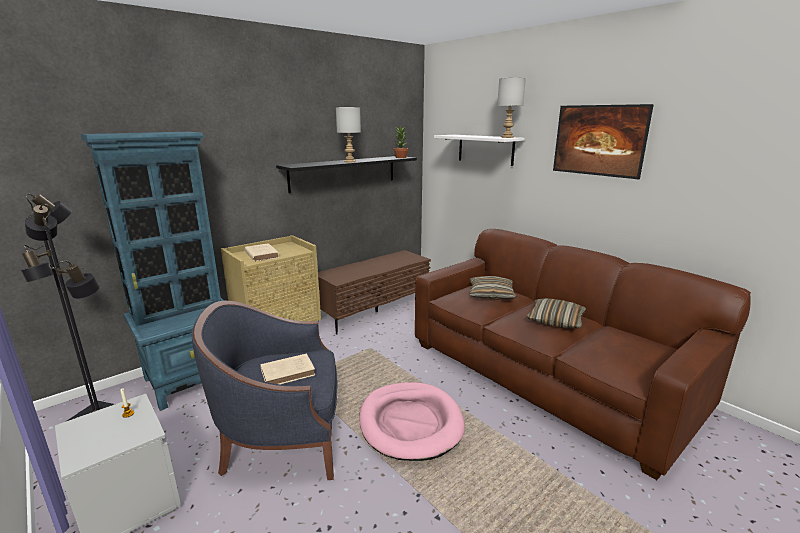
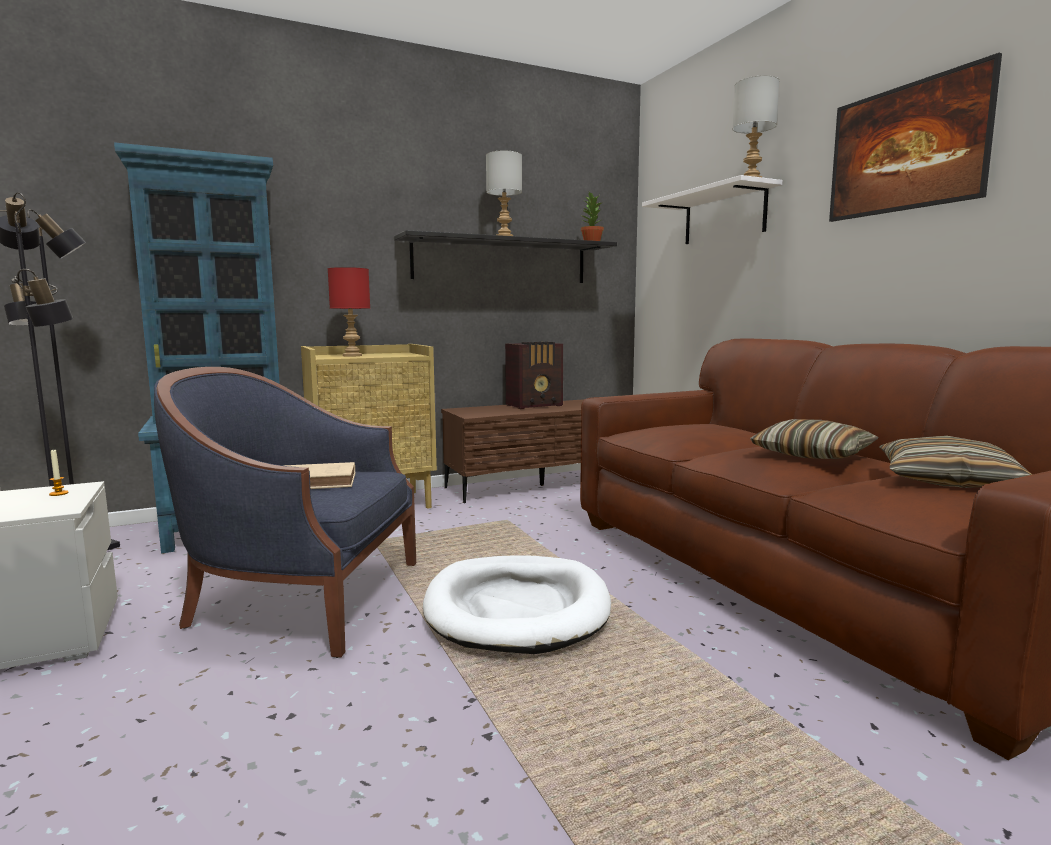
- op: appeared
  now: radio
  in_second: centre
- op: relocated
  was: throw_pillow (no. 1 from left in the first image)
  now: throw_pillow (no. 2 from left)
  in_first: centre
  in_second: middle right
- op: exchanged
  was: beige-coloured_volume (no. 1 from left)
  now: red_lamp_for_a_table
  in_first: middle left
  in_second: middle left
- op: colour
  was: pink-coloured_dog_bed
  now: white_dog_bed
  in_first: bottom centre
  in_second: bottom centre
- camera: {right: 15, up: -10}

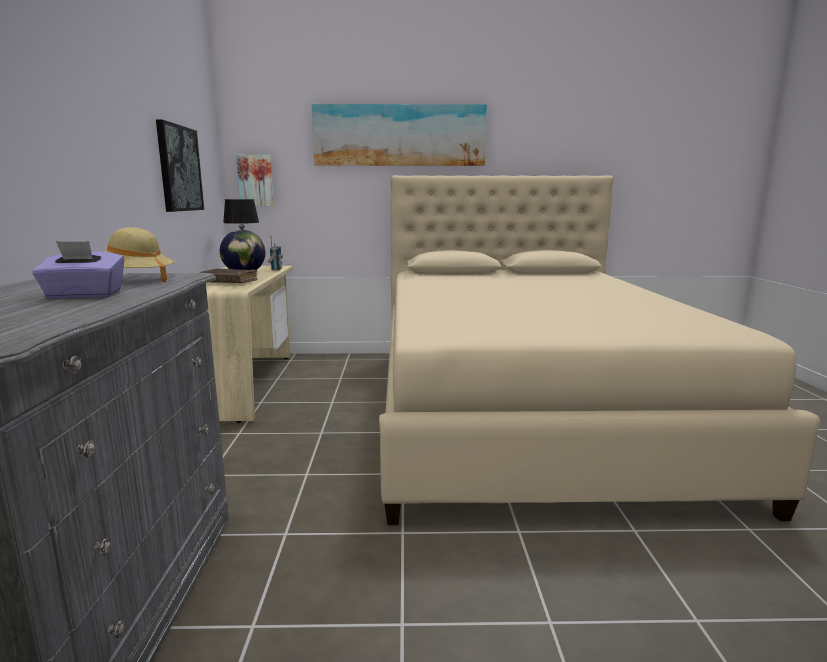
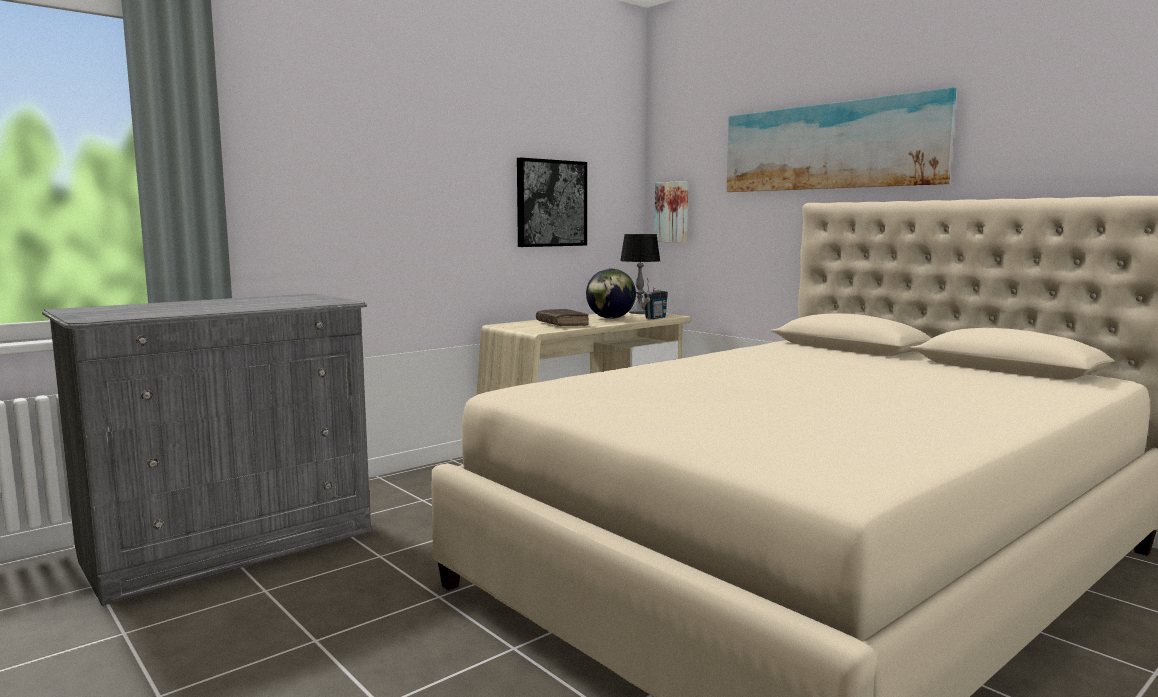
- op: missing
  was: purplish_box_of_tissues
  in_first: middle left
- op: missing
  was: beige-coloured_wearable_hat
  in_first: middle left
- camera: {right: 50, up: -5}

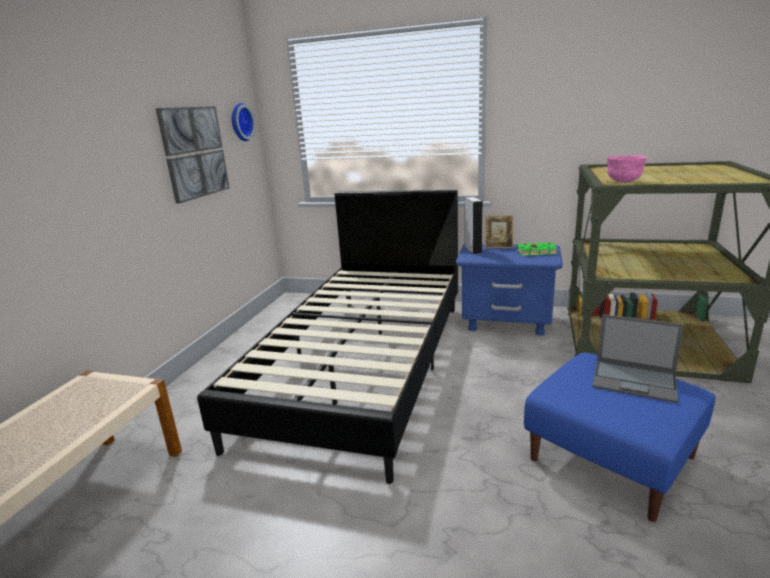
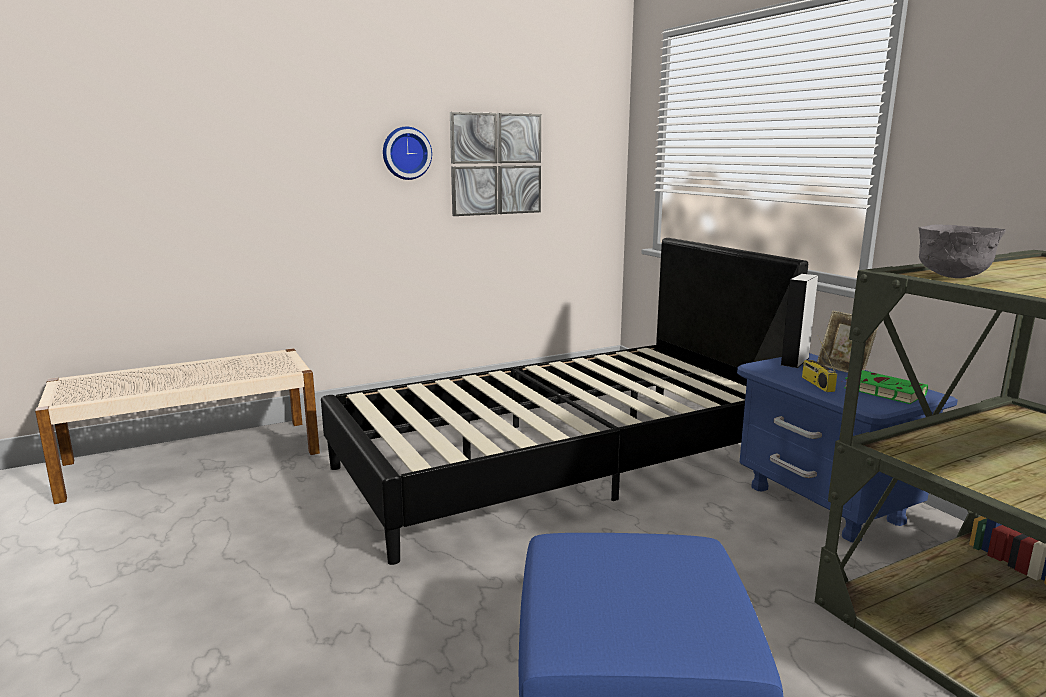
- op: missing
  was: notebook_computer
  in_first: middle right
- op: appeared
  now: radio
  in_second: middle right
- op: relocated
  was: wall_clock
  in_first: top left
  in_second: top centre
- op: colour
  was: pink-coloured_deep_dish
  now: greyish_deep_dish
  in_first: top right
  in_second: middle right
- camera: {right: 45, up: -5}

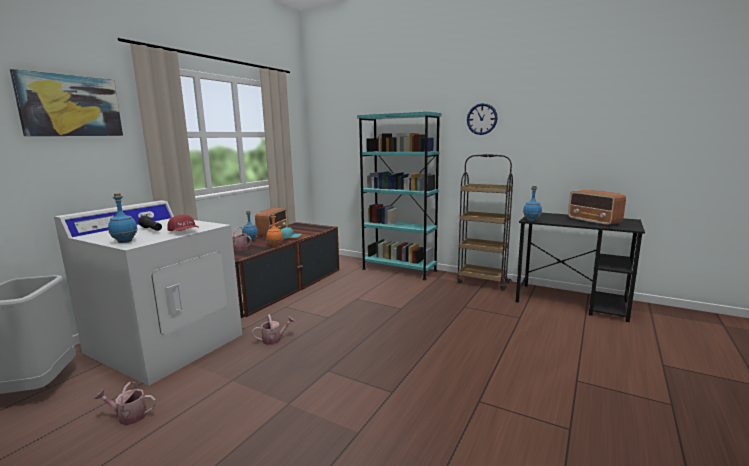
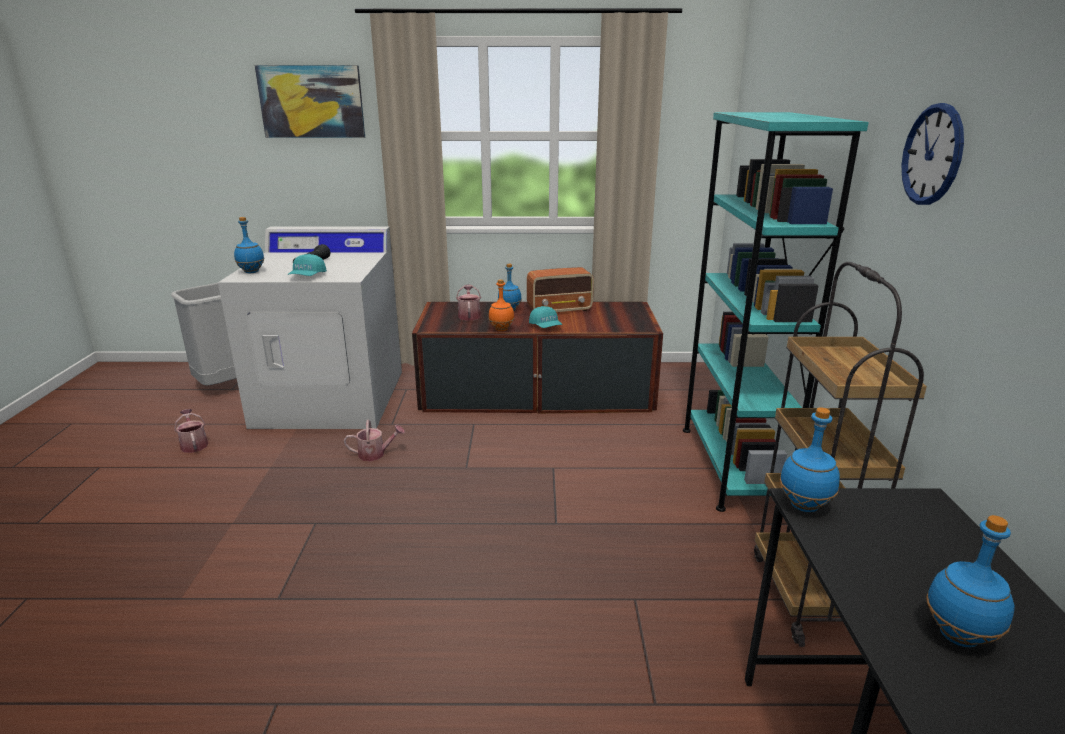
- op: exchanged
  was: radio (no. 2 from left)
  now: blue_bottle (no. 4 from left)
  in_first: middle right
  in_second: bottom right
- op: colour
  was: red_peaked_cap
  now: blue-green_peaked_cap (no. 1 from left)
  in_first: middle left
  in_second: middle left
- op: spun
  was: watering_pot (no. 3 from left in the first image)
  in_first: bottom centre
  in_second: centre
  clockwise: -45
- camera: {right: 60, up: 10}

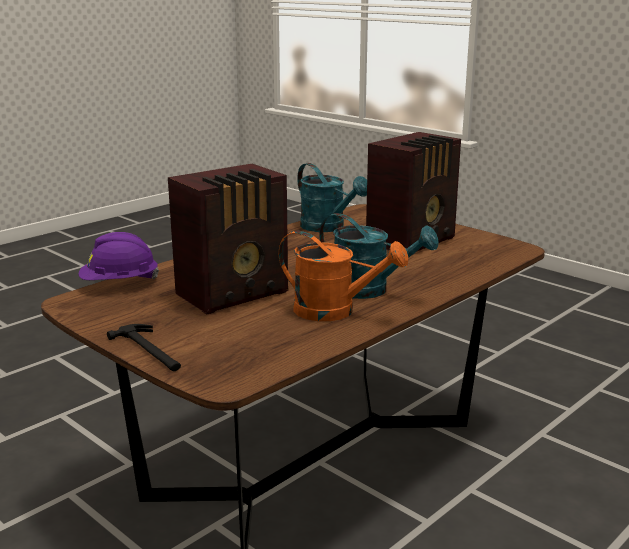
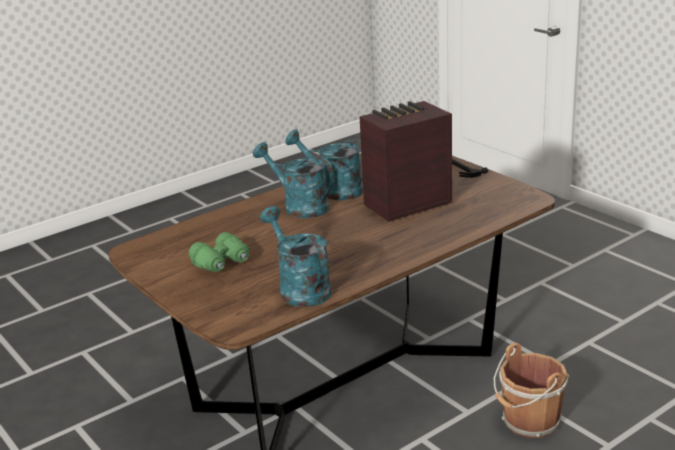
- op: missing
  was: purplish_work_helmet
  in_first: middle left
- op: appeared
  now: brown_water_bucket
  in_second: bottom right
- op: exchanged
  was: radio (no. 2 from left)
  now: greenish_binoculars
  in_first: centre
  in_second: middle left
- op: colour
  was: orange-coloured_watering_pot
  now: blue-green_watering_pot (no. 3 from left)
  in_first: centre
  in_second: centre
- camera: {right: -170, up: 5}

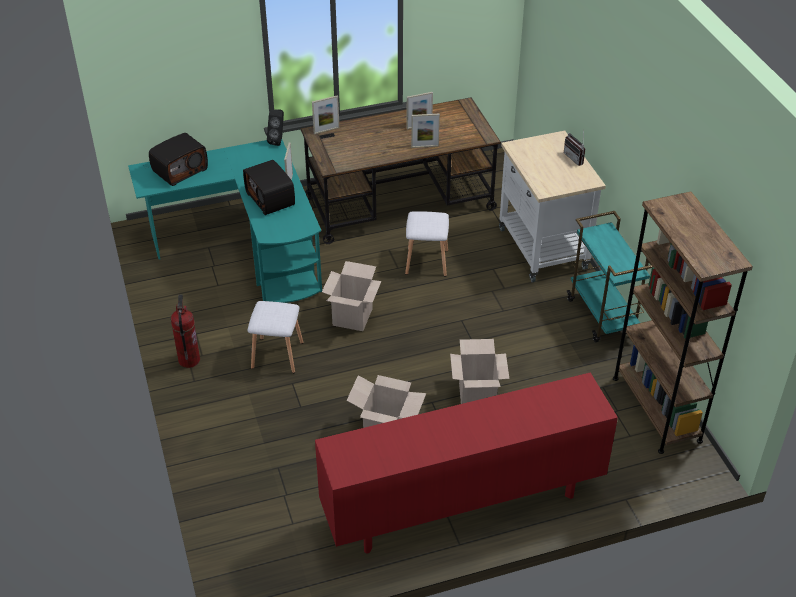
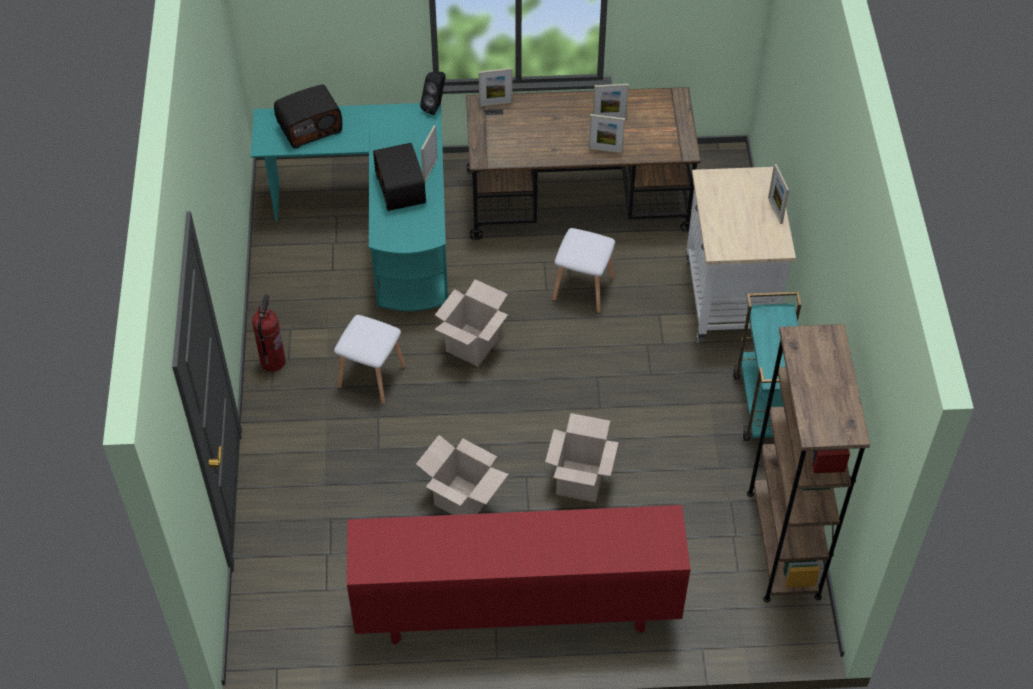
- op: exchanged
  was: radio (no. 3 from left)
  now: photo_frame (no. 5 from left)
  in_first: top right
  in_second: top right
- camera: {right: 15, up: 10}

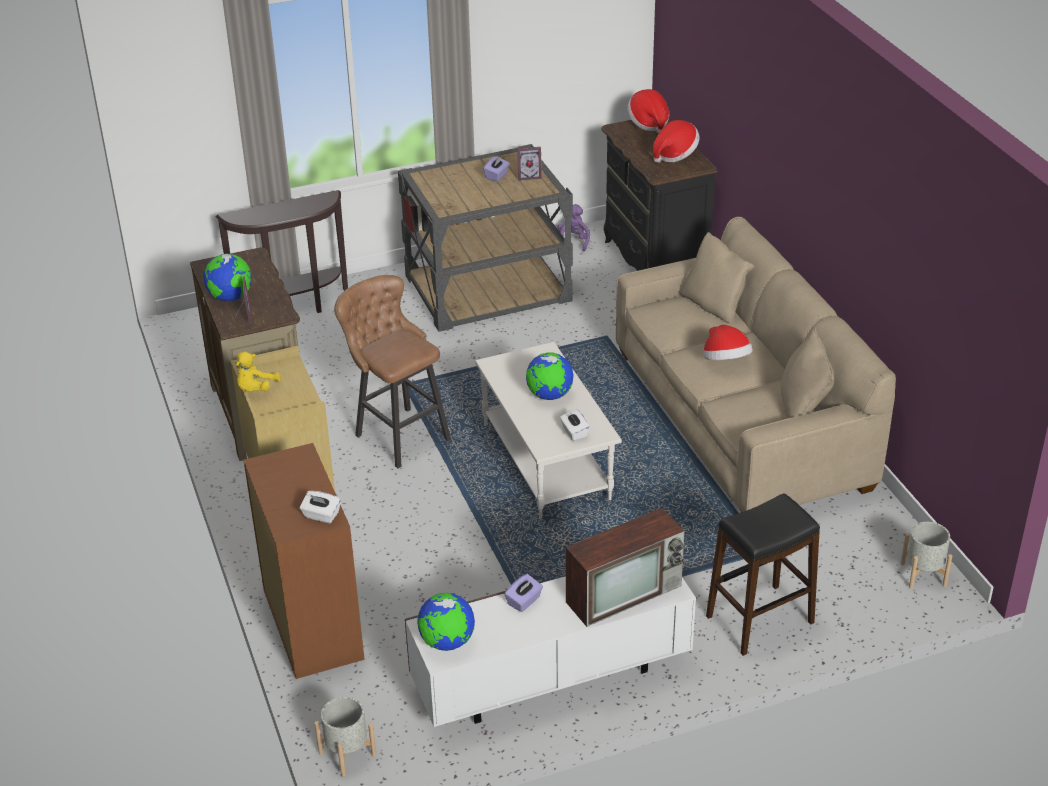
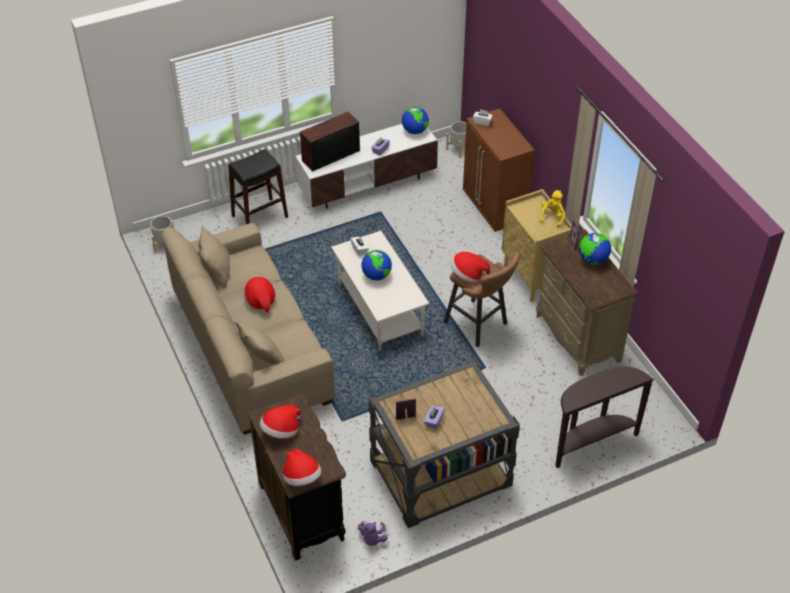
- op: appeared
  now: wearable_hat (no. 4 from left)
  in_second: centre
- camera: {right: 175, up: 10}

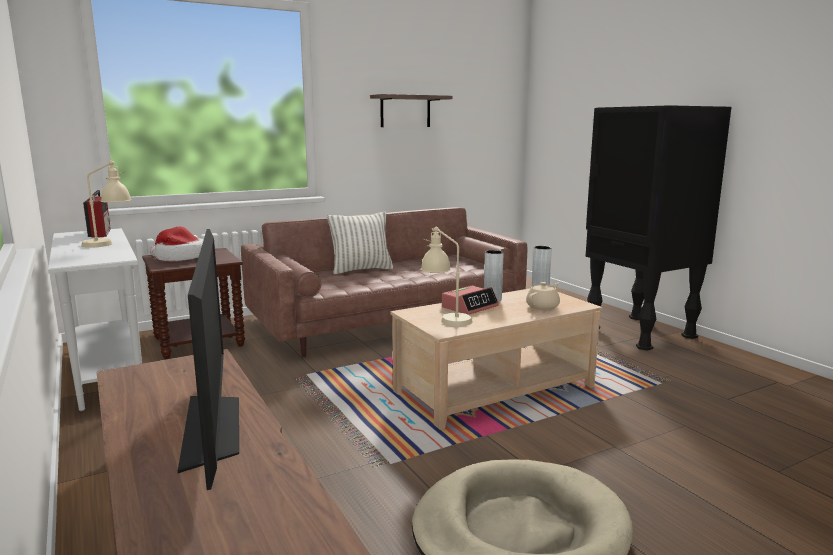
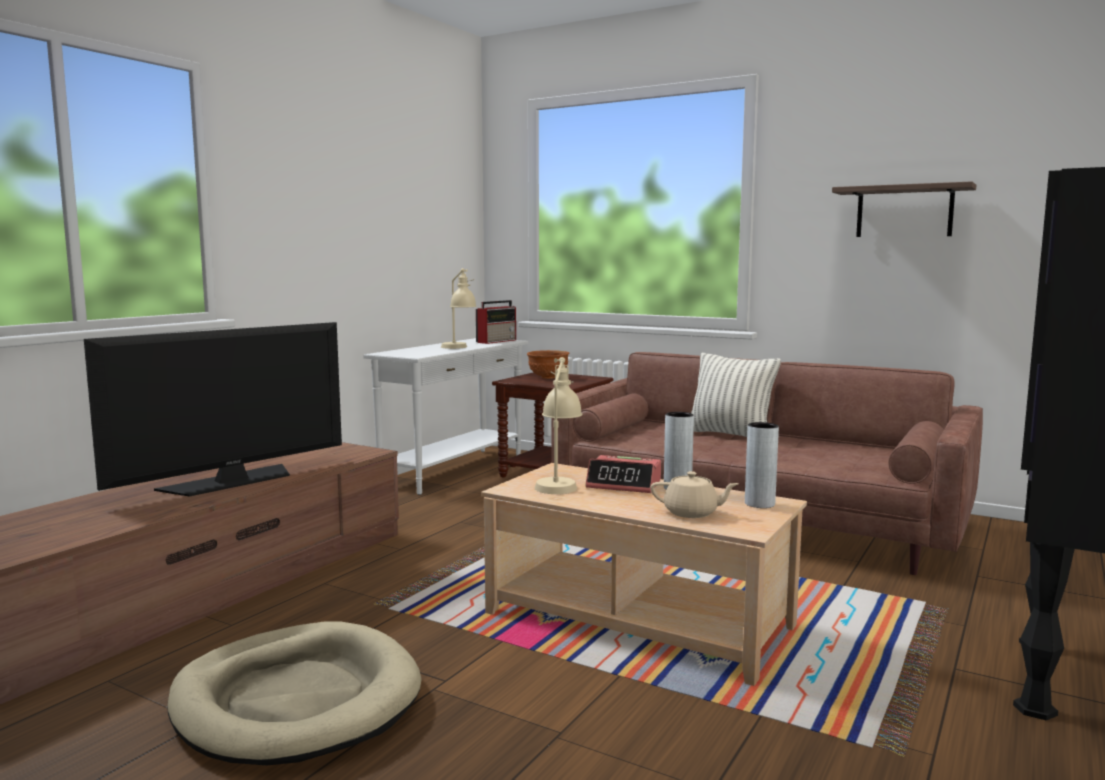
- op: exchanged
  was: wearable_hat
  now: brown_deep_dish
  in_first: middle left
  in_second: centre
- camera: {right: 60, up: -5}

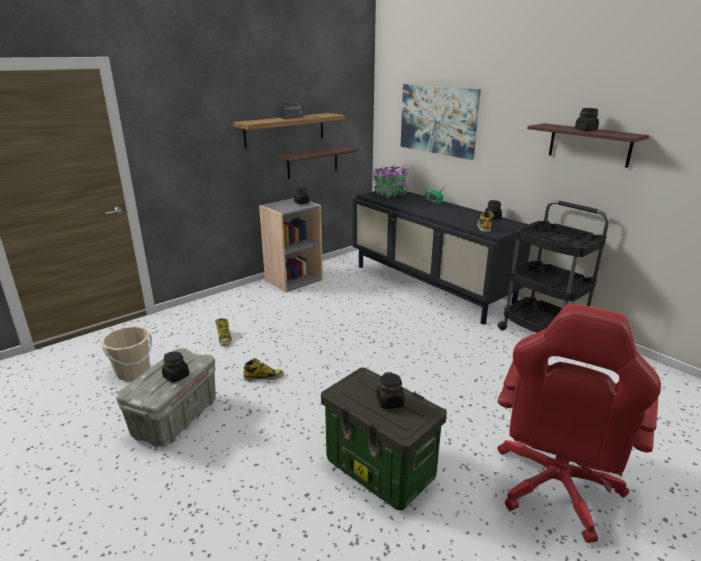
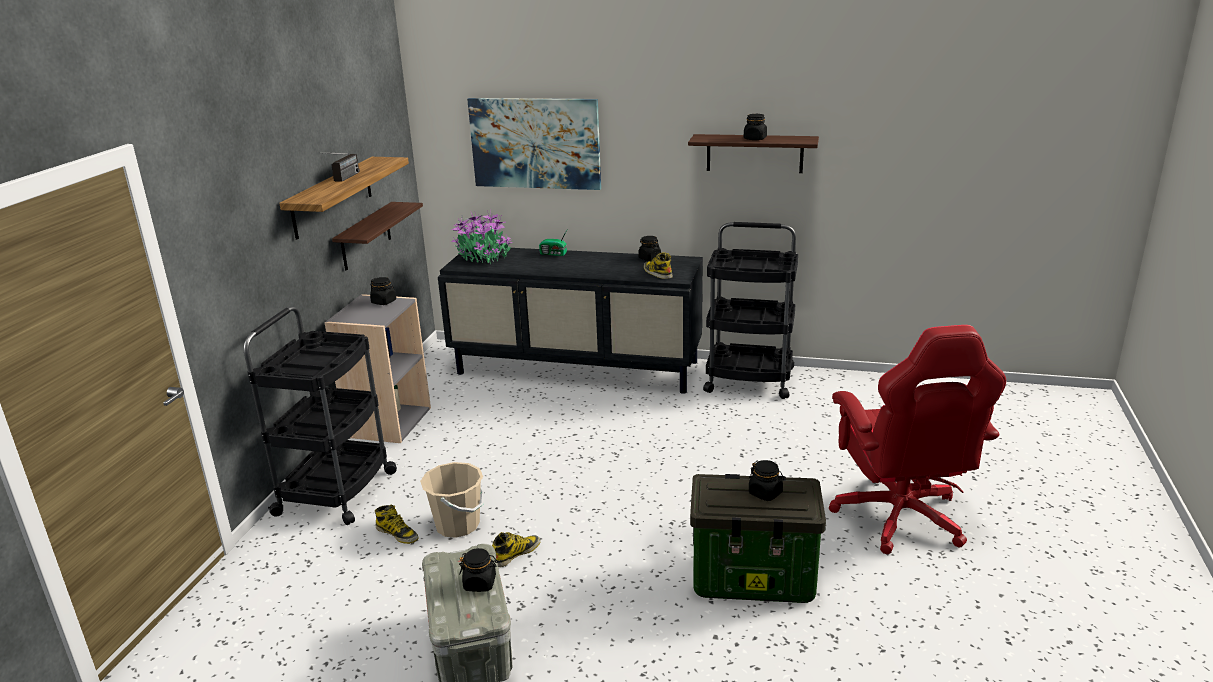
- op: appeared
  now: blackish_wheeled_cart (no. 1 from left)
  in_second: middle left
- op: relocated
  was: beige-coloured_water_bucket
  in_first: middle left
  in_second: bottom centre
- camera: {right: -35, up: 0}

